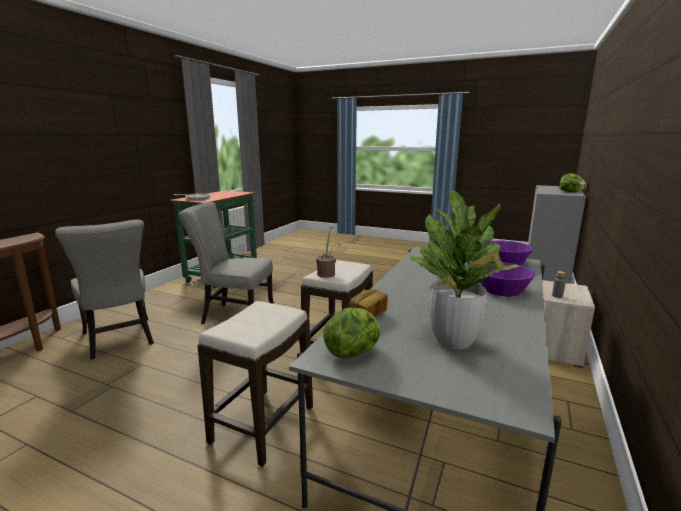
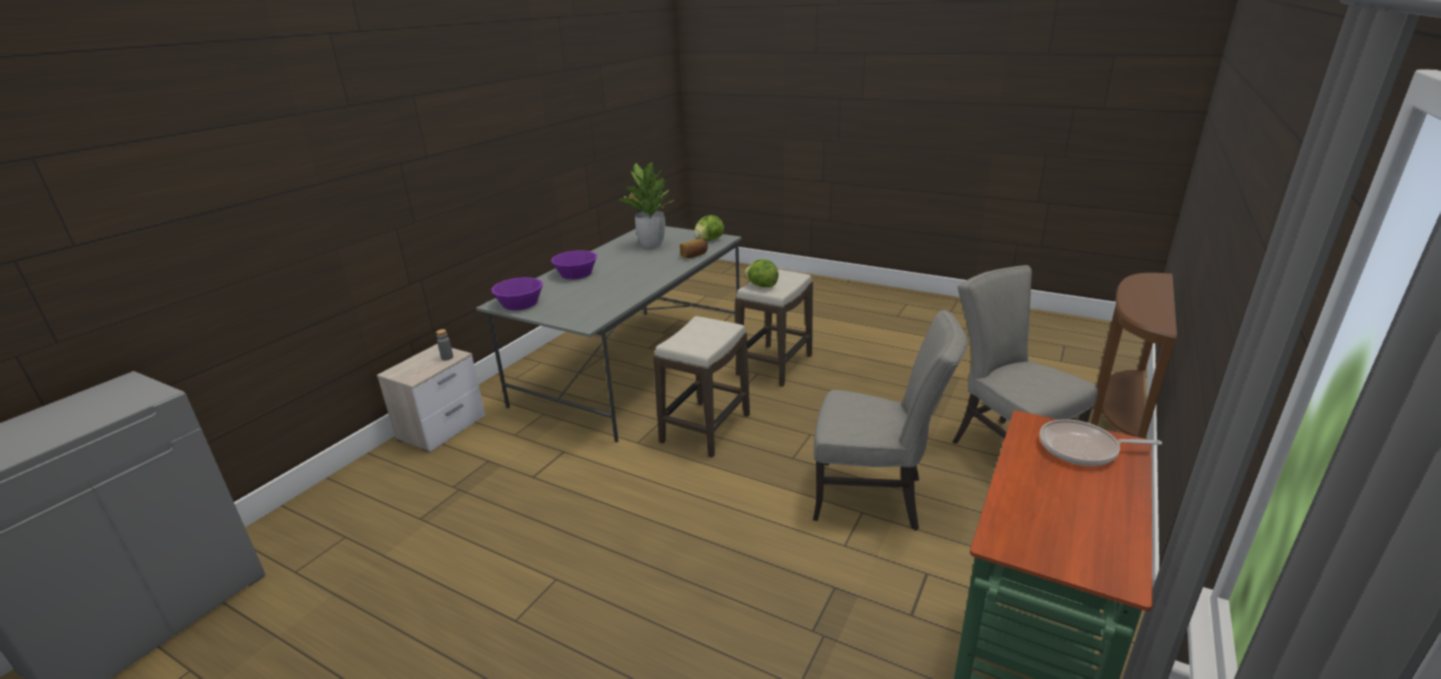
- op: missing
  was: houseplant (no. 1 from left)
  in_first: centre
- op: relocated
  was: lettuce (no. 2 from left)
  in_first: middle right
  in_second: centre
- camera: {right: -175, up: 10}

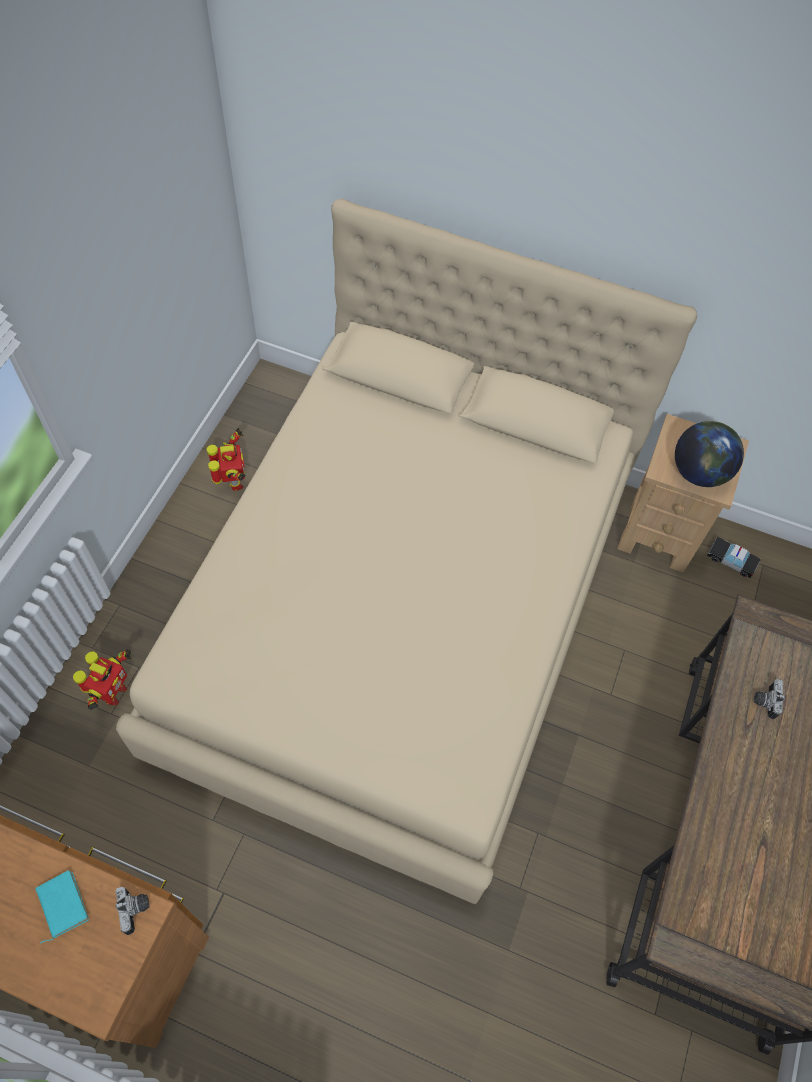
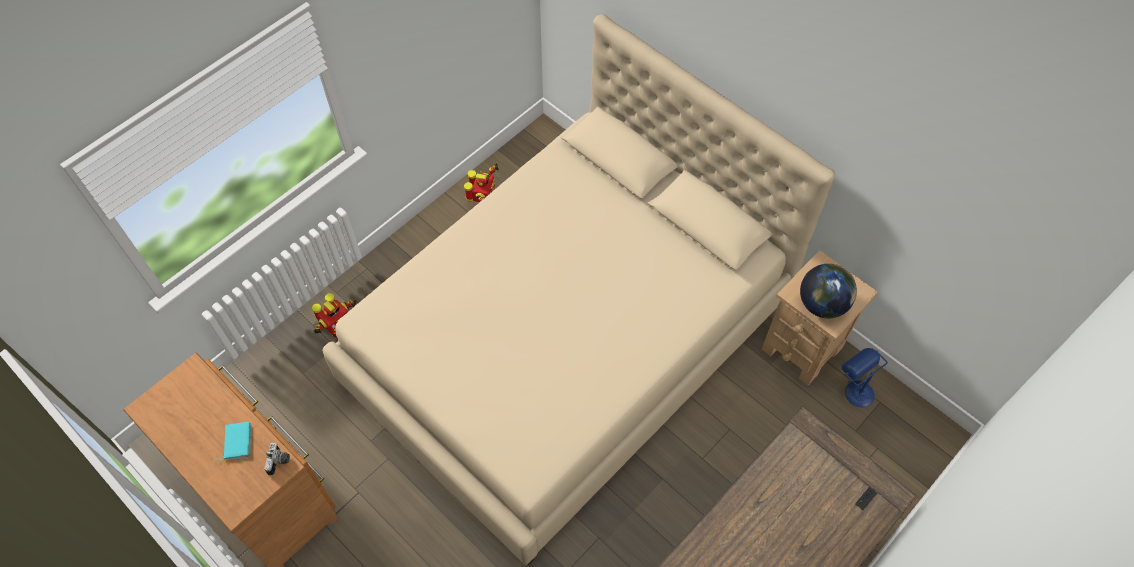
- op: missing
  was: still_camera (no. 2 from left)
  in_first: middle right
- op: exchanged
  was: miniature_car
  now: blue_lamp_for_a_table
  in_first: middle right
  in_second: middle right
- camera: {right: 25, up: 0}

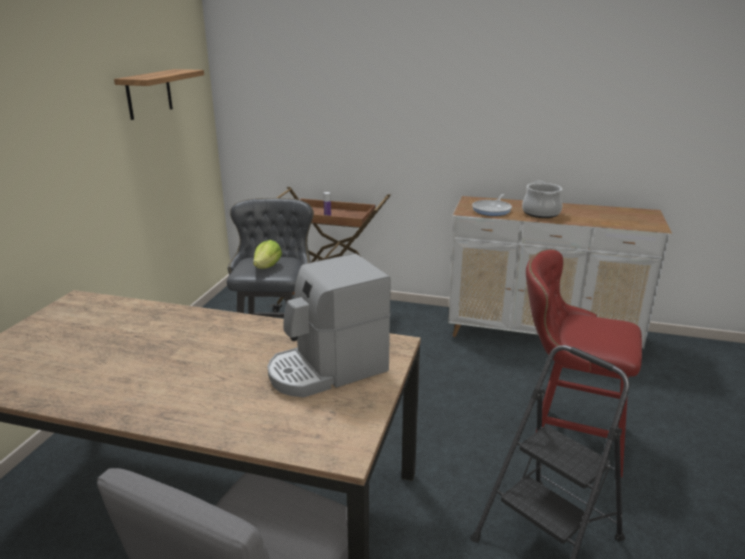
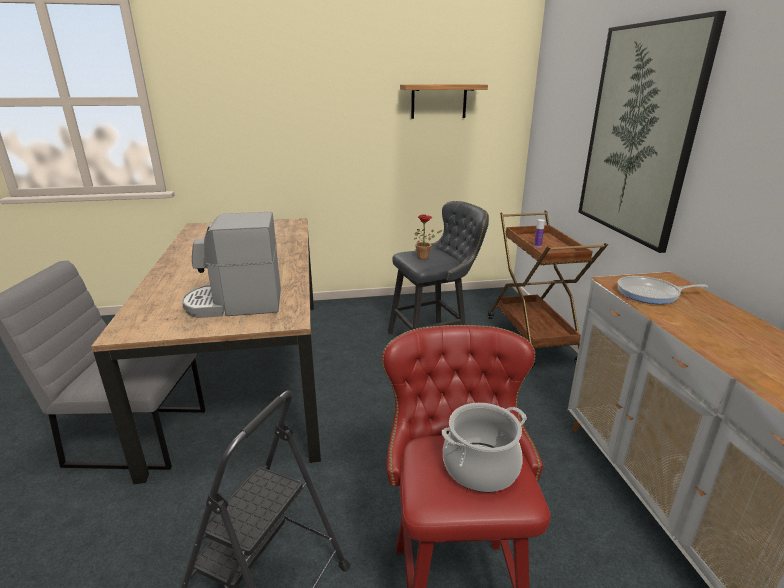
- op: appeared
  now: picture
  in_second: top right
- op: relocated
  was: cooking_pot
  in_first: middle right
  in_second: bottom centre
- op: exchanged
  was: lettuce
  now: houseplant
  in_first: centre
  in_second: centre
- op: spun
  was: coffee_machine
  in_first: centre
  in_second: middle left
  clockwise: -45
- camera: {right: 65, up: 0}

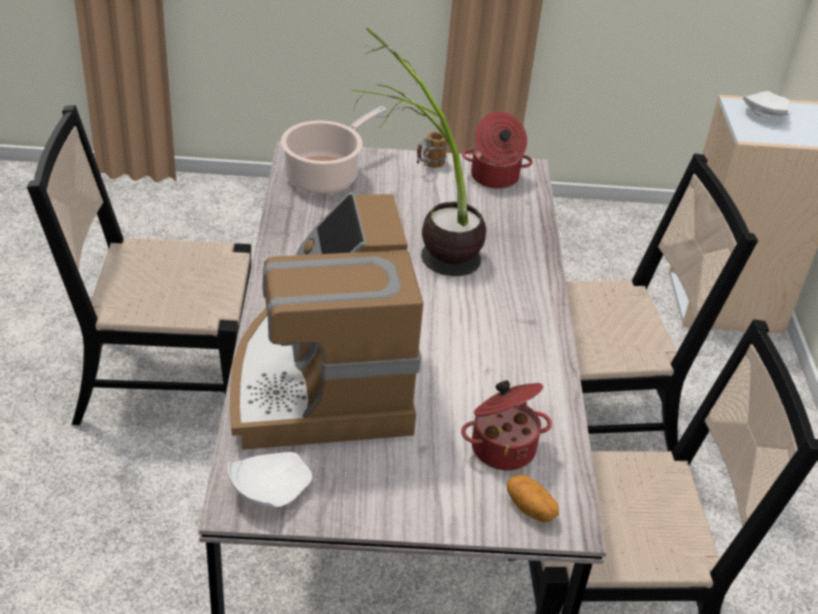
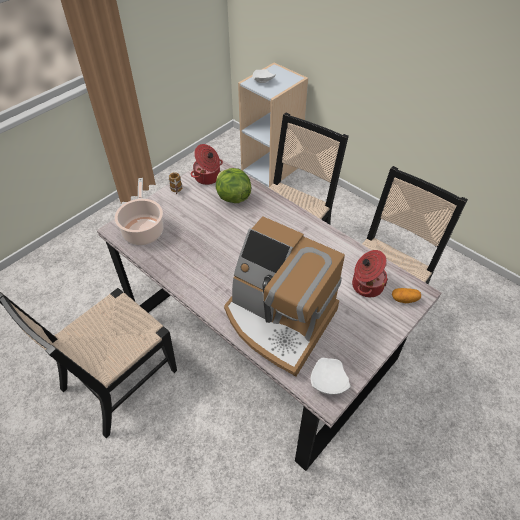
- op: missing
  was: houseplant
  in_first: top centre
- op: appeared
  now: lettuce
  in_second: centre
- camera: {right: -45, up: 10}

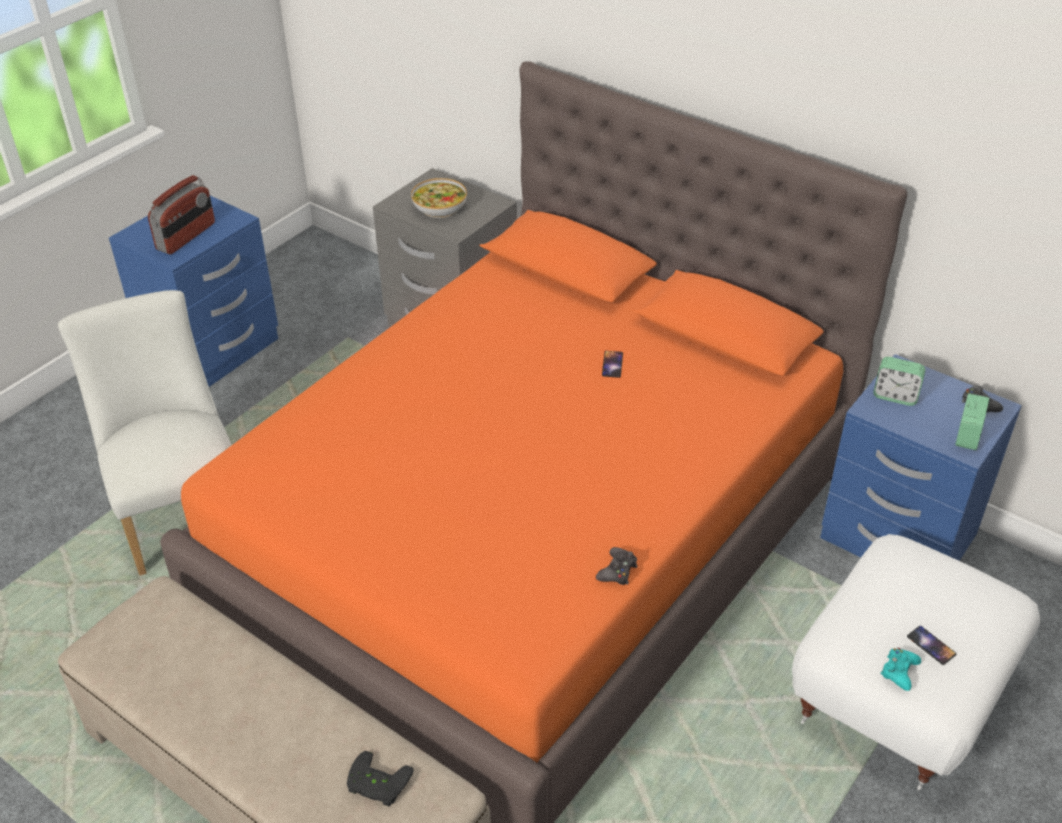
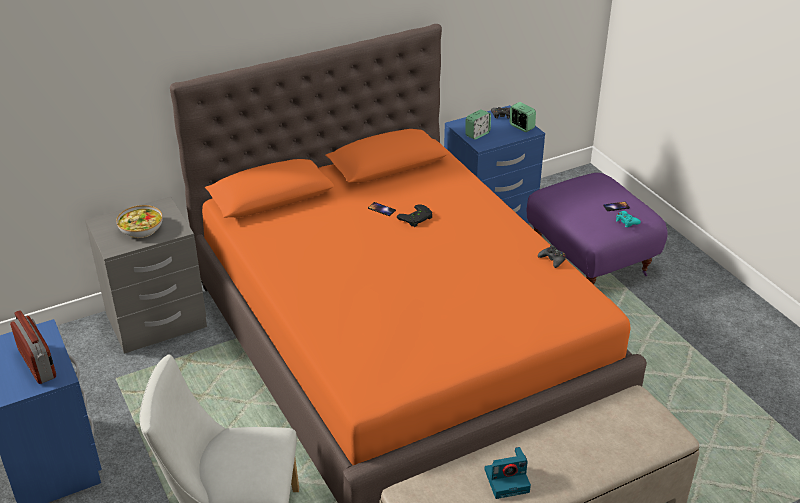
- op: appeared
  now: still_camera
  in_second: bottom centre
- op: relocated
  was: blackish_joypad (no. 1 from left)
  in_first: bottom centre
  in_second: centre
- op: colour
  was: white_footrest
  now: purplish_footrest
  in_first: bottom right
  in_second: middle right
- camera: {right: -65, up: -5}

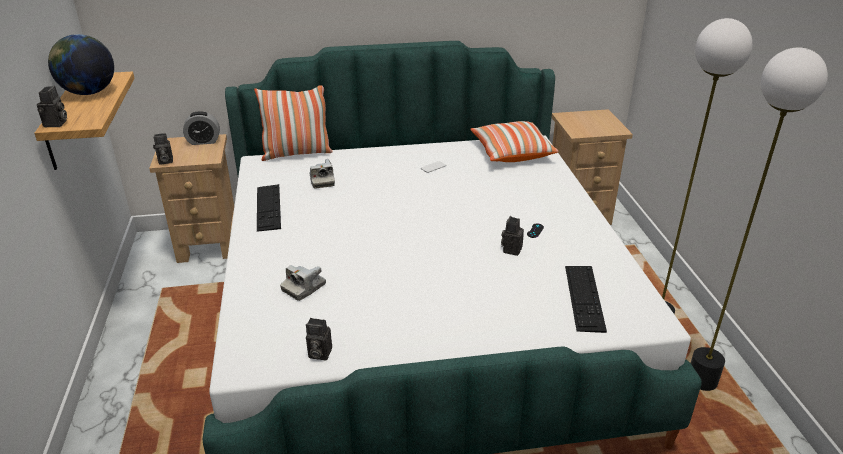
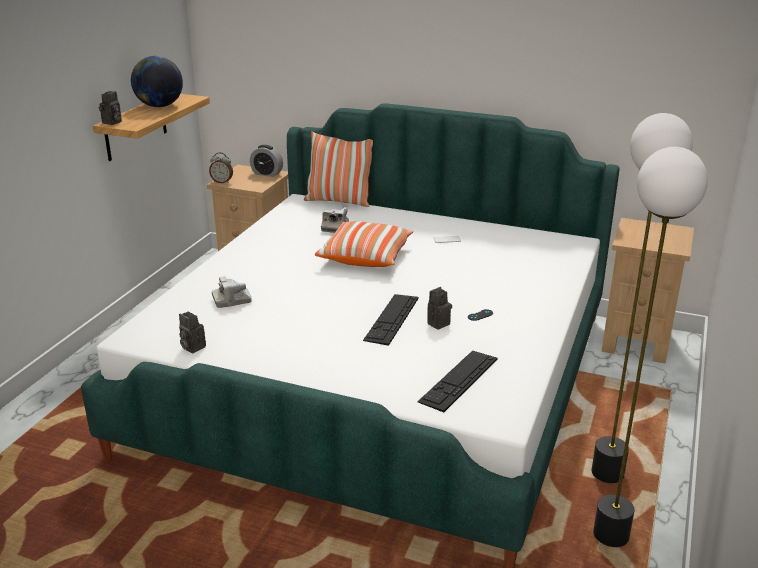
- op: relocated
  was: PC_keyboard (no. 1 from left)
  in_first: middle left
  in_second: centre
- op: relocated
  was: throw_pillow (no. 2 from left)
  in_first: top centre
  in_second: centre
- op: exchanged
  was: still_camera (no. 2 from left)
  now: alarm_clock (no. 1 from left)
  in_first: top left
  in_second: top left
- camera: {right: 30, up: -5}

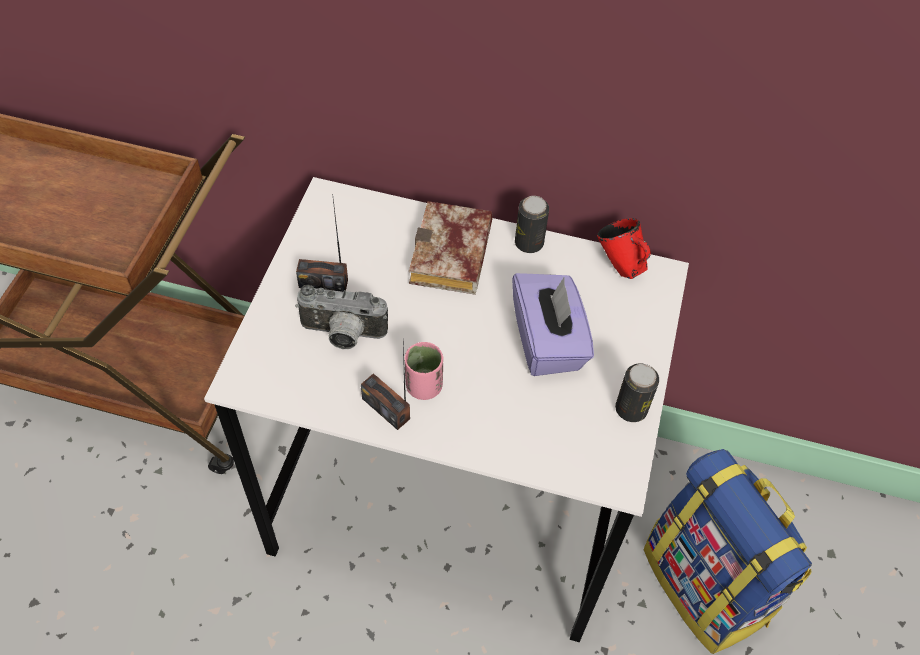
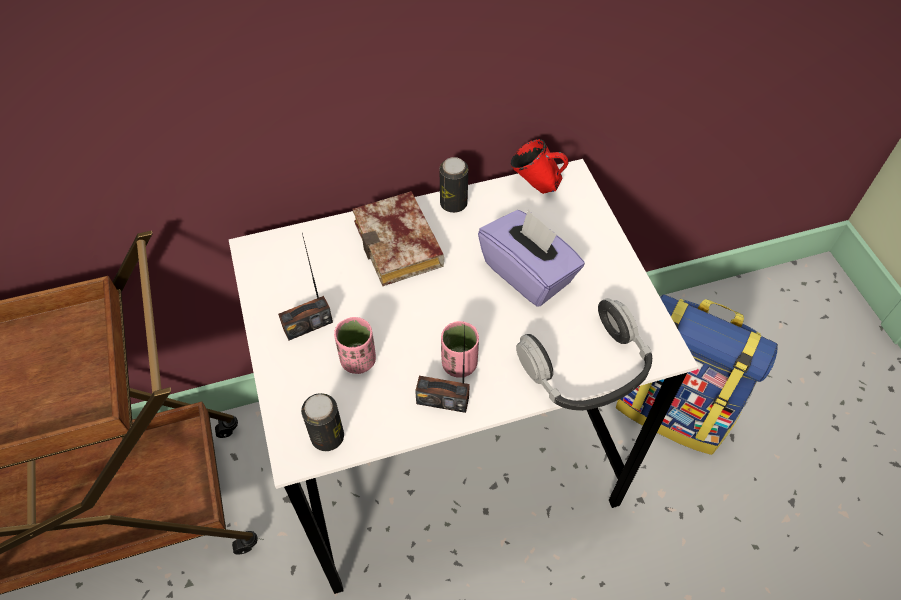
- op: appeared
  now: headphones
  in_second: centre
- op: relocated
  was: can (no. 2 from left in the first image)
  now: can (no. 1 from left)
  in_first: middle right
  in_second: bottom centre
- op: exchanged
  was: still_camera
  now: pink-coloured_small_cup (no. 1 from left)
  in_first: centre
  in_second: centre
- camera: {right: -30, up: 0}

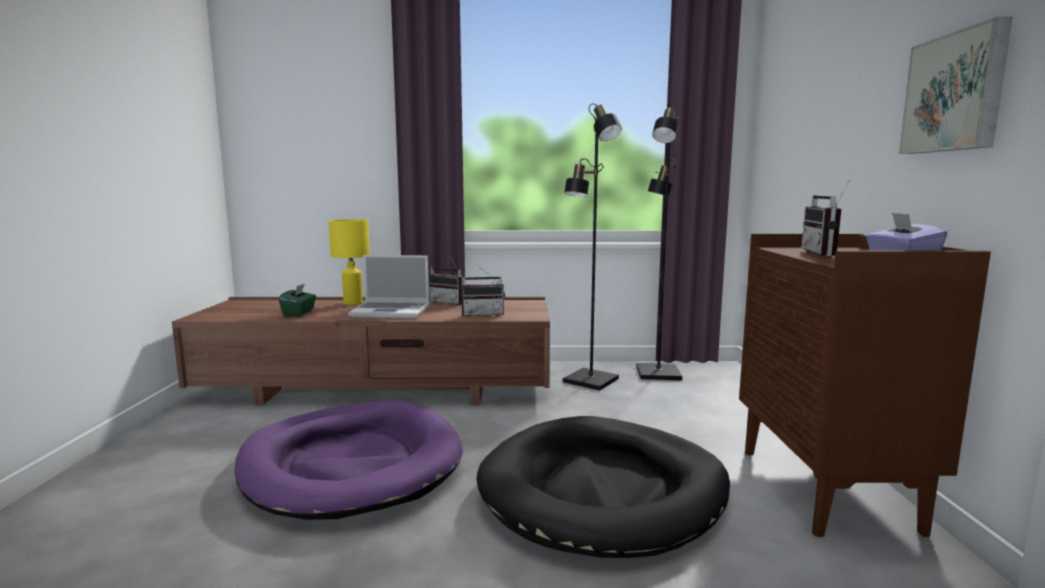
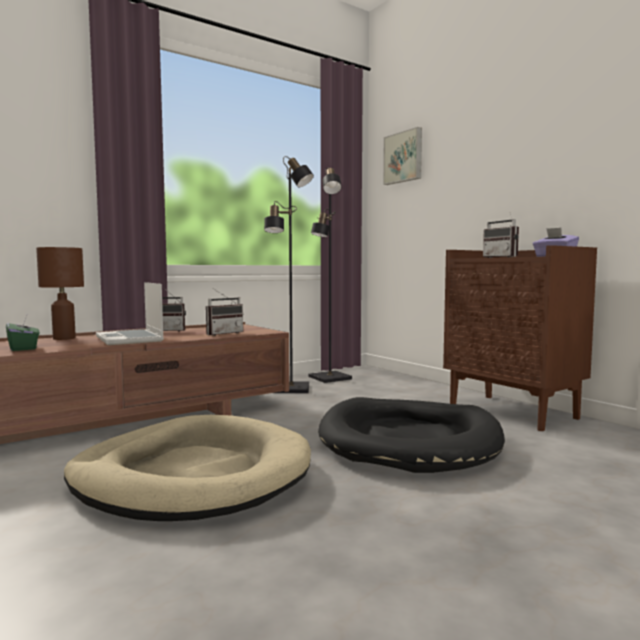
- op: relocated
  was: picture
  in_first: top right
  in_second: top centre
- op: colour
  was: purplish_dog_bed
  now: beige-coloured_dog_bed
  in_first: bottom left
  in_second: bottom left
- op: colour
  was: yellow-coloured_lamp_for_a_table
  now: brown_lamp_for_a_table
  in_first: centre
  in_second: middle left
- op: spun
  was: notebook_computer
  in_first: centre
  in_second: middle left
  clockwise: 90
- camera: {right: -35, up: -5}

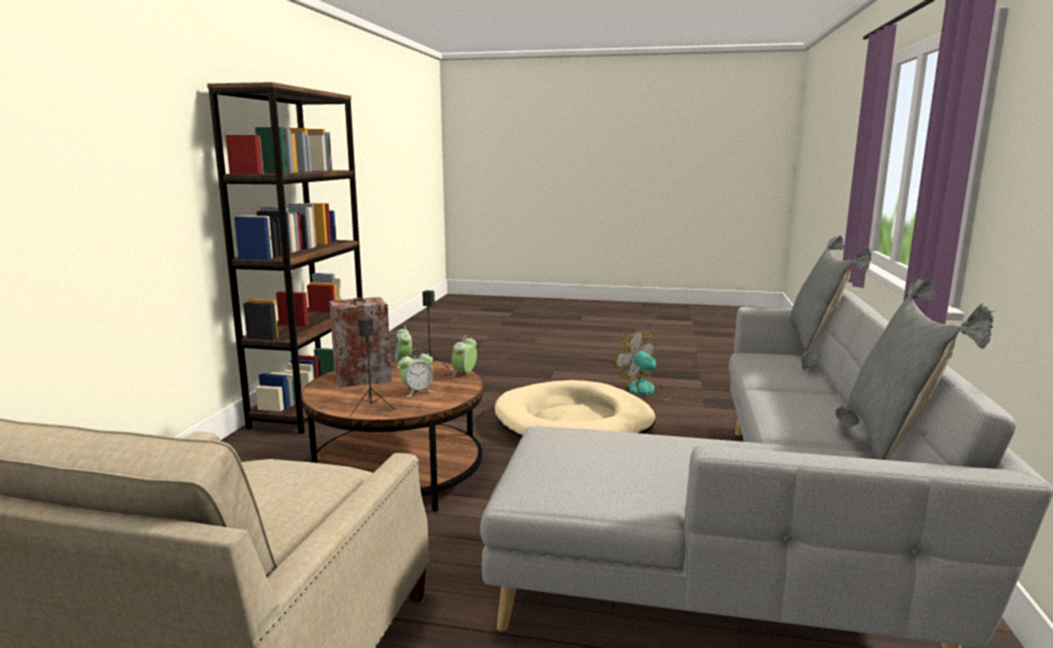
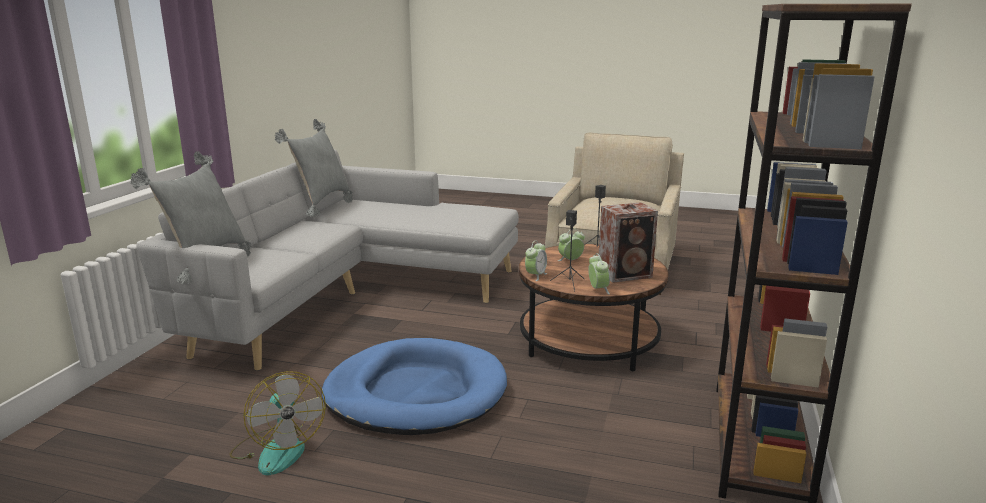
- op: colour
  was: beige-coloured_dog_bed
  now: blue_dog_bed
  in_first: centre
  in_second: bottom centre
- camera: {right: -175, up: 5}

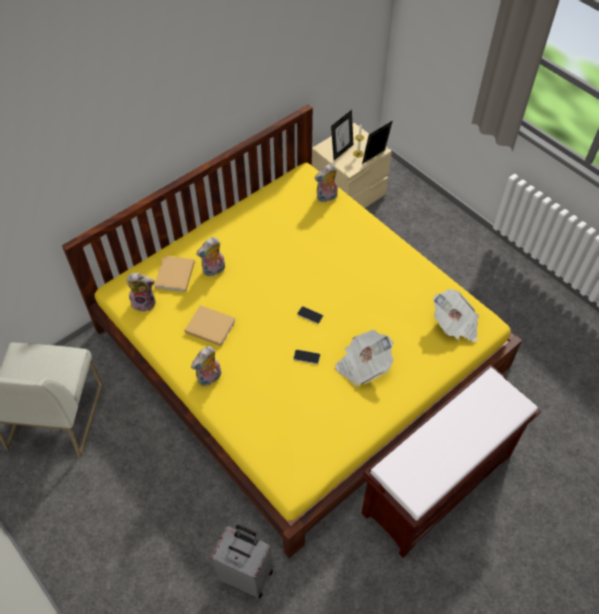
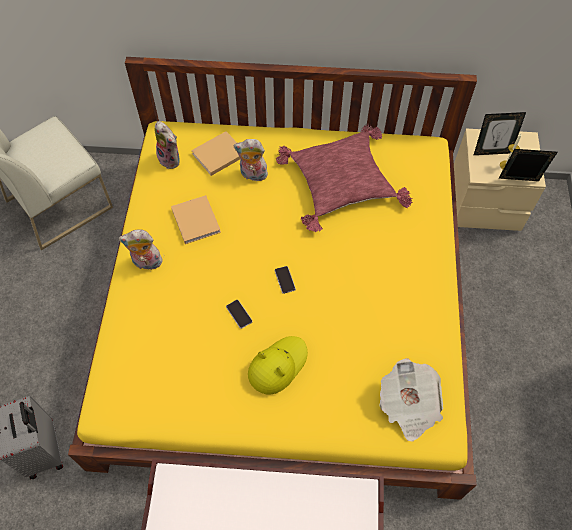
- op: missing
  was: plush_toy (no. 4 from left)
  in_first: top centre
- op: appeared
  now: red_throw_pillow
  in_second: centre
- op: exchanged
  was: newspaper (no. 1 from left)
  now: yellow-coloured_wearable_hat
  in_first: centre
  in_second: bottom centre
- camera: {right: 45, up: 5}

